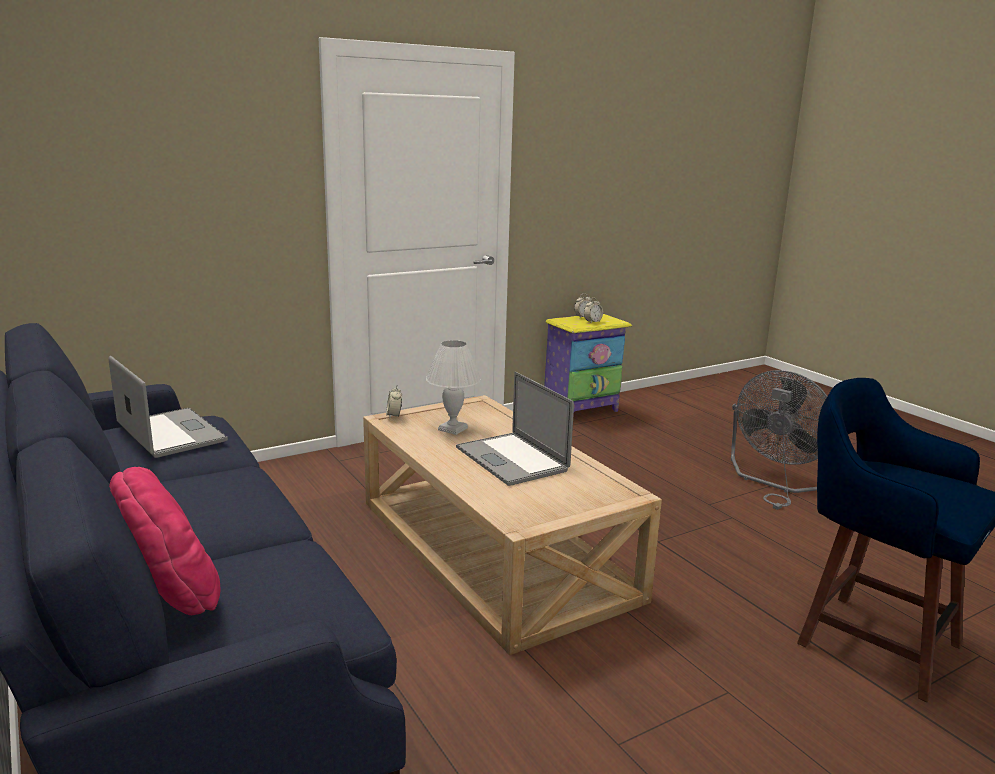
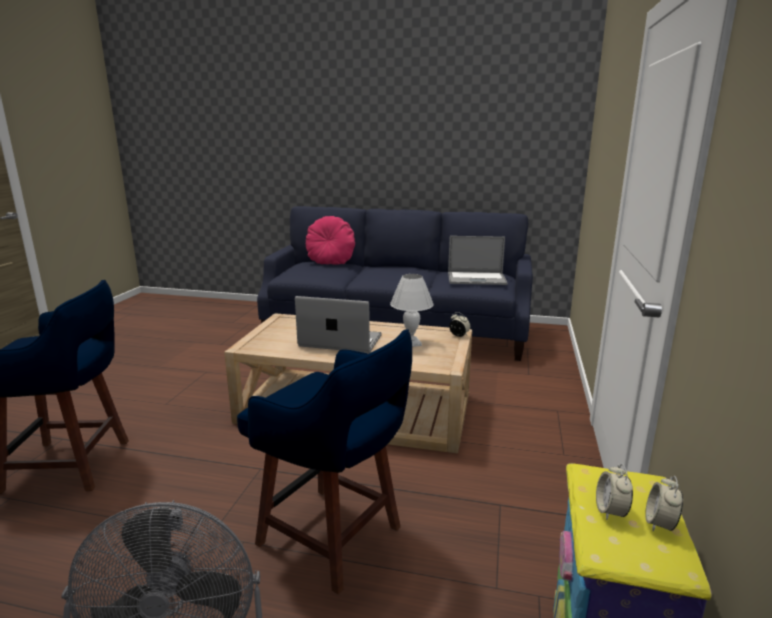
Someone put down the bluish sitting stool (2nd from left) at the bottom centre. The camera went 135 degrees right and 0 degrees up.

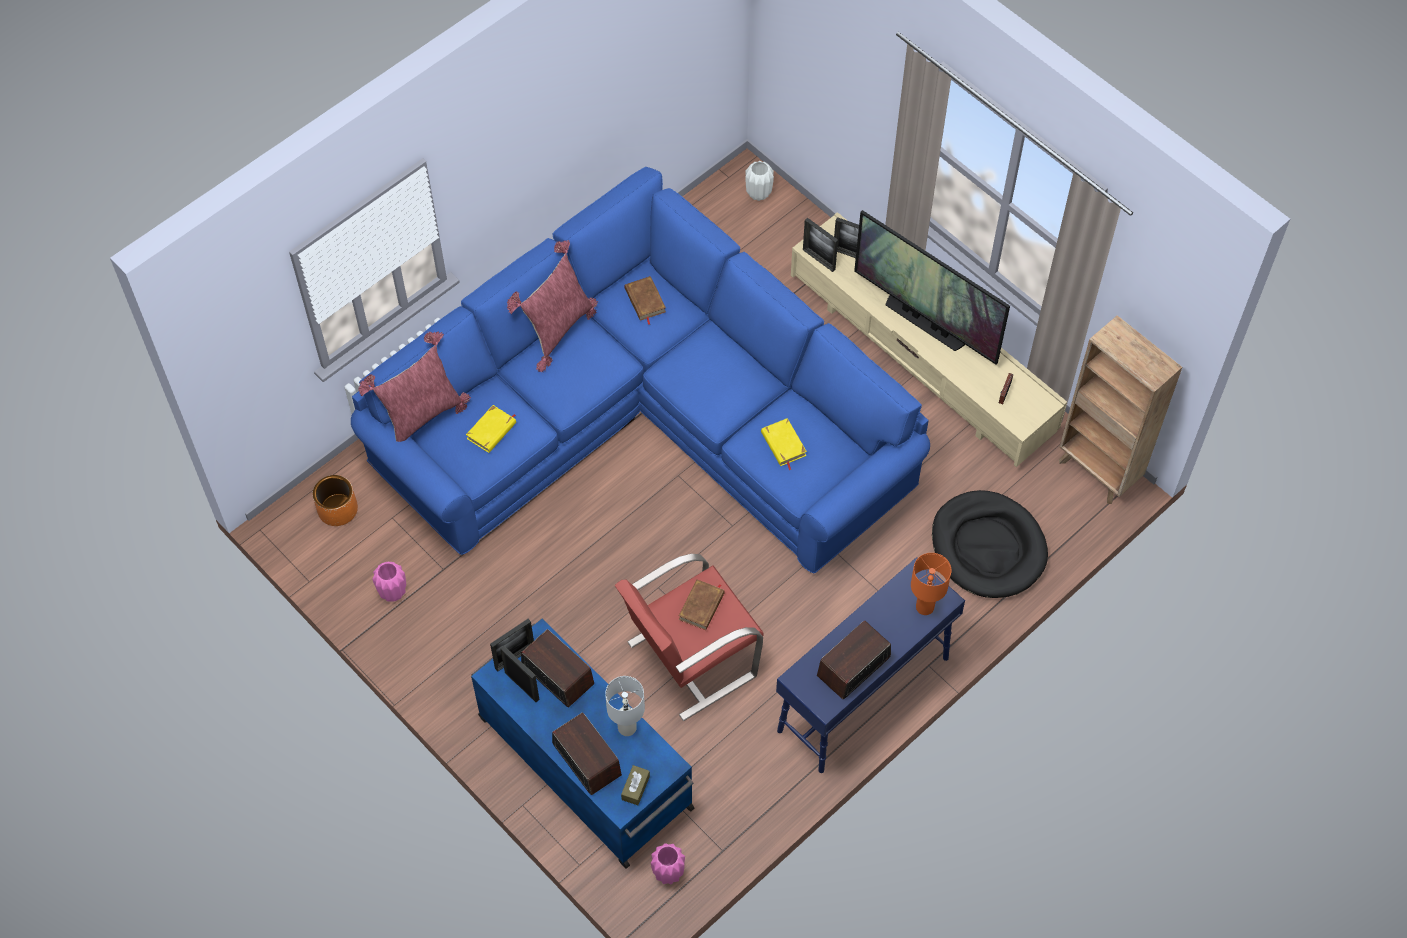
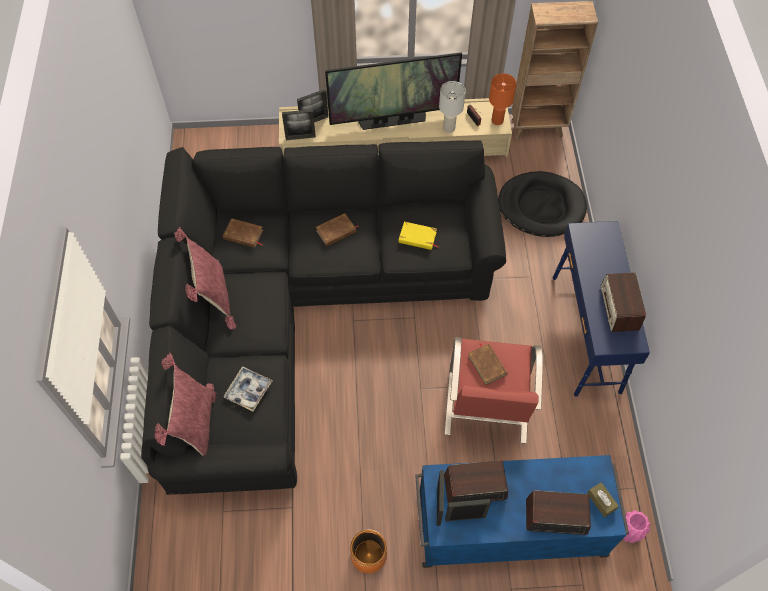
Someone repainted the bluish sofa at the centre, which became the black-coloured sofa at the centre. Someone swapped the yellowish book (1st from left) at the centre for the tray at the middle left. Someone put down the brownish book (2nd from left) at the centre. Someone carried the orangey planter from the middle left to the bottom centre. Someone carried the white table lamp from the bottom centre to the top centre. Someone carried the orangey table lamp from the centre to the top centre. Someone took away the pink-coloured vase (1st from left) at the middle left. Someone took away the white vase at the top centre. The camera went 50 degrees left and 0 degrees up.

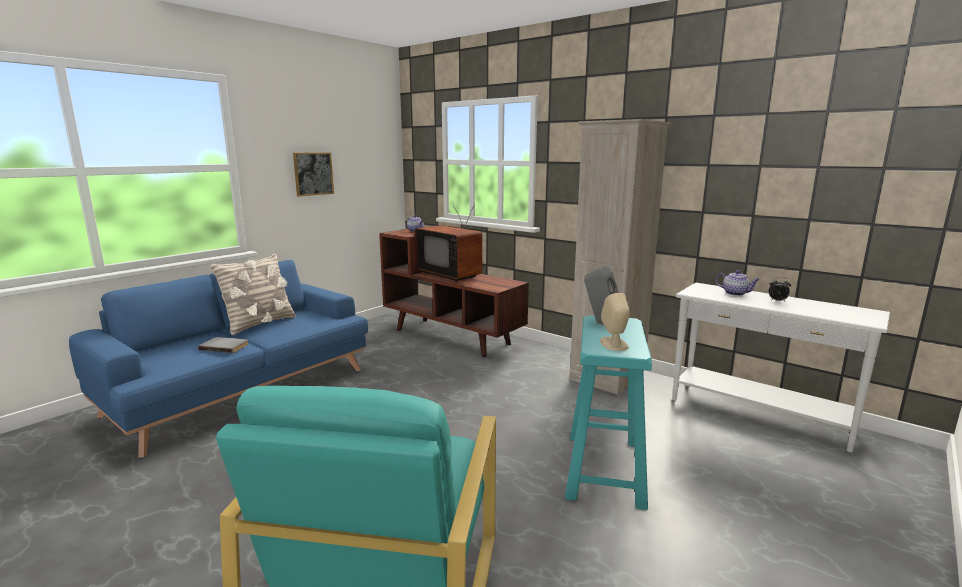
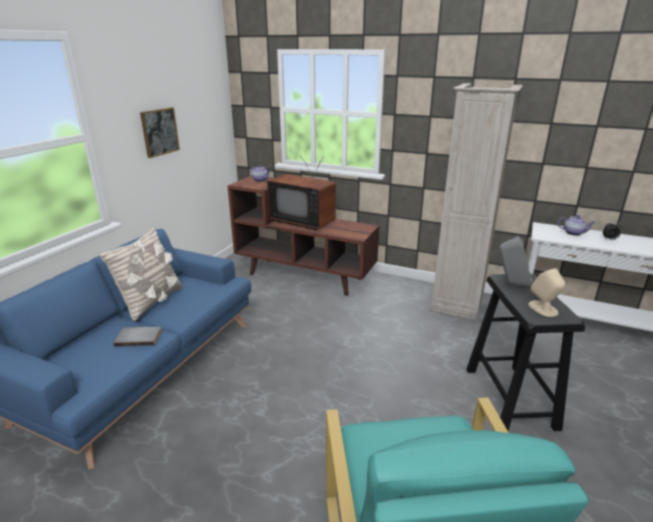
Someone repainted the turquoise-coloured sitting stool at the bottom centre, which became the black-coloured sitting stool at the bottom right. The camera went 15 degrees left and 10 degrees up.

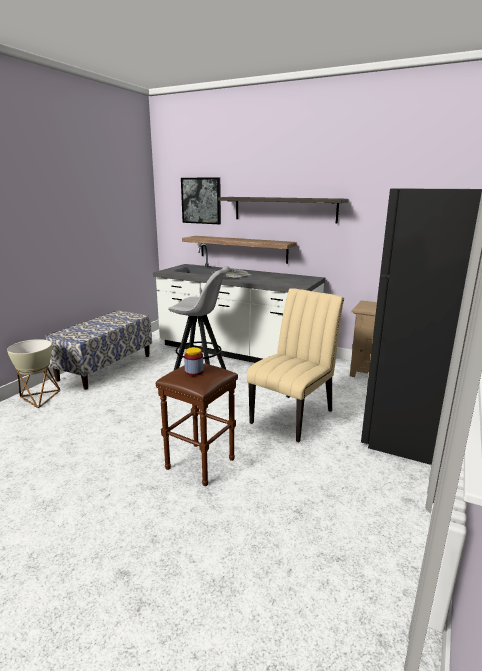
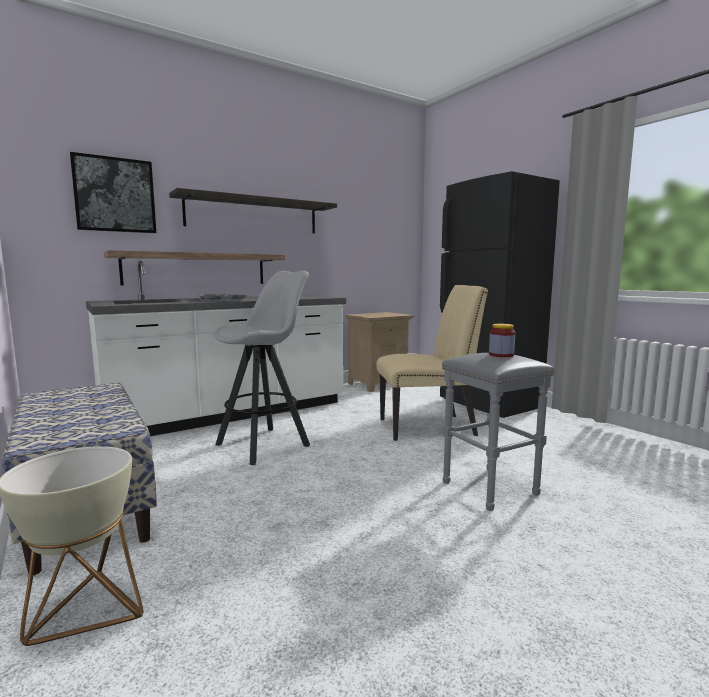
Someone rotated the sand-coloured chair at the centre by 105 degrees clockwise. Someone repainted the brownish sitting stool at the centre, which became the grey sitting stool (2nd from left) at the middle right. The camera went 60 degrees left and 10 degrees down.

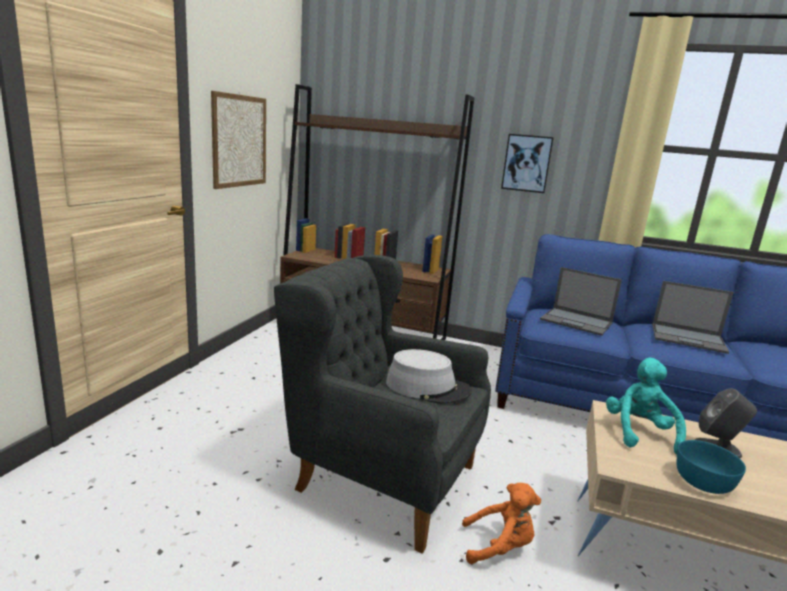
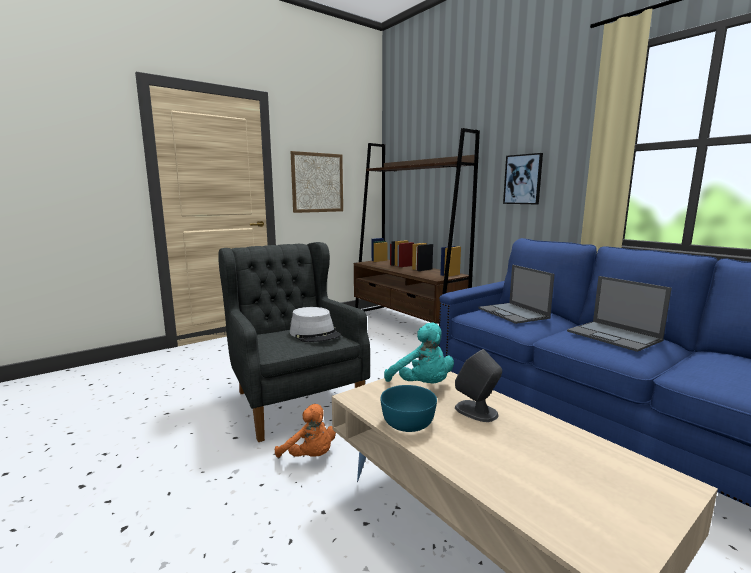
Someone rotated the turquoise-coloured cuddly toy at the bottom right by 105 degrees clockwise. The camera went 35 degrees right and 5 degrees down.

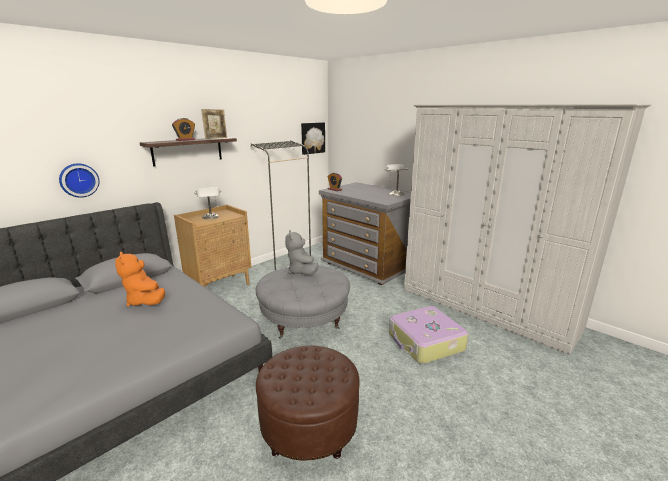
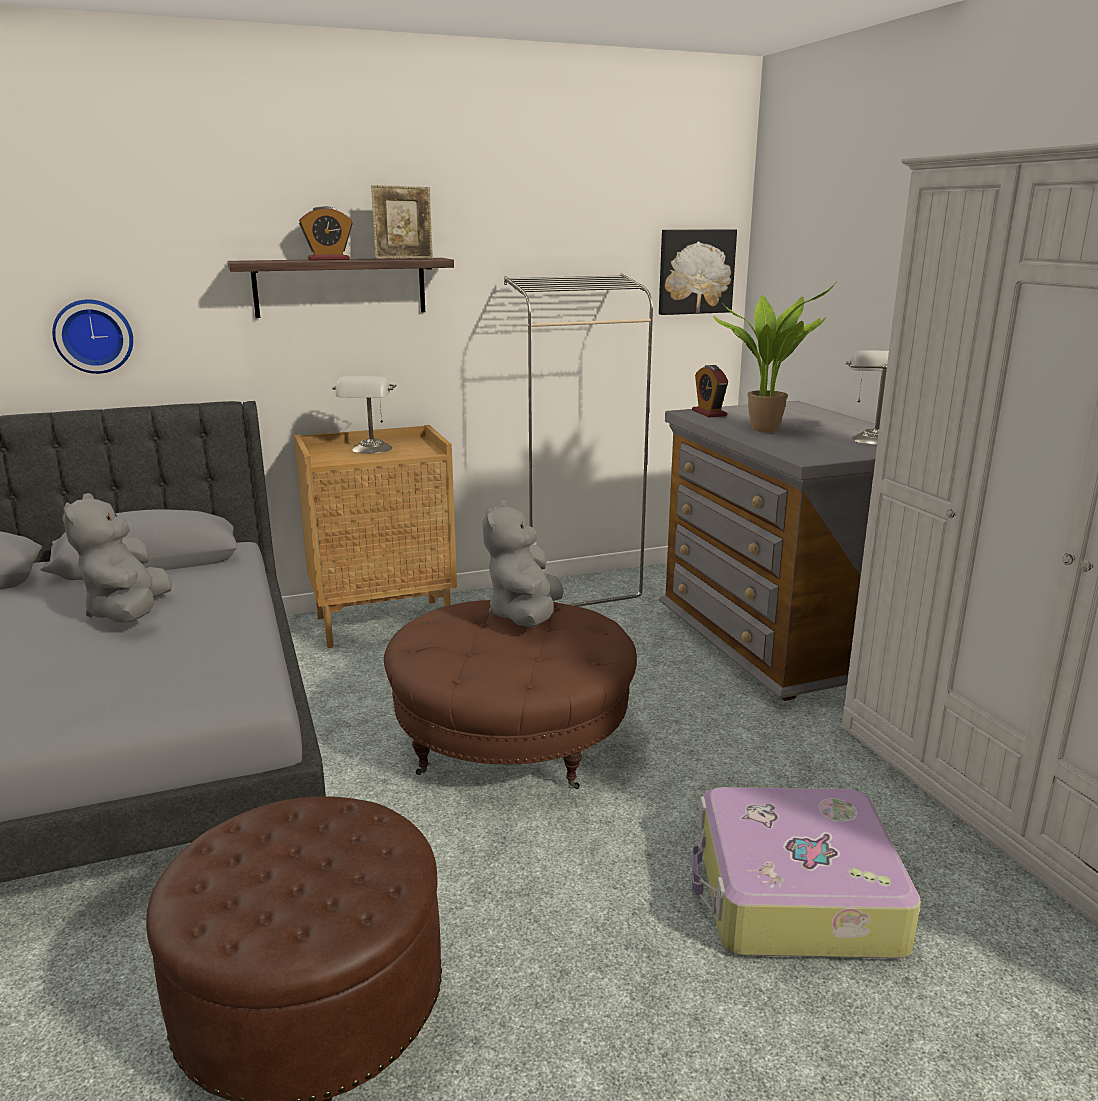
Someone repainted the orangey cuddly toy at the middle left, which became the grey cuddly toy (1st from left) at the middle left. Someone repainted the grey footrest at the centre, which became the brownish footrest (2nd from left) at the centre. Someone put down the potted plant at the top right. The camera went 25 degrees right and 0 degrees up.

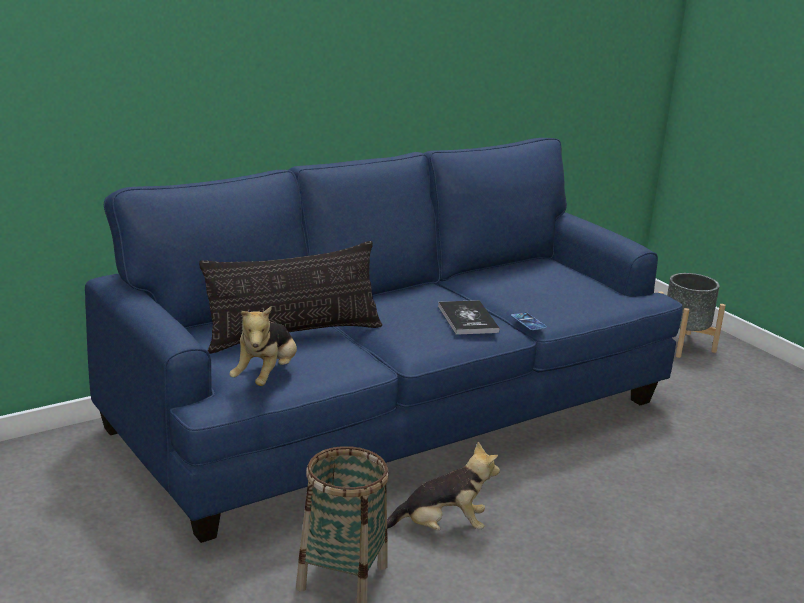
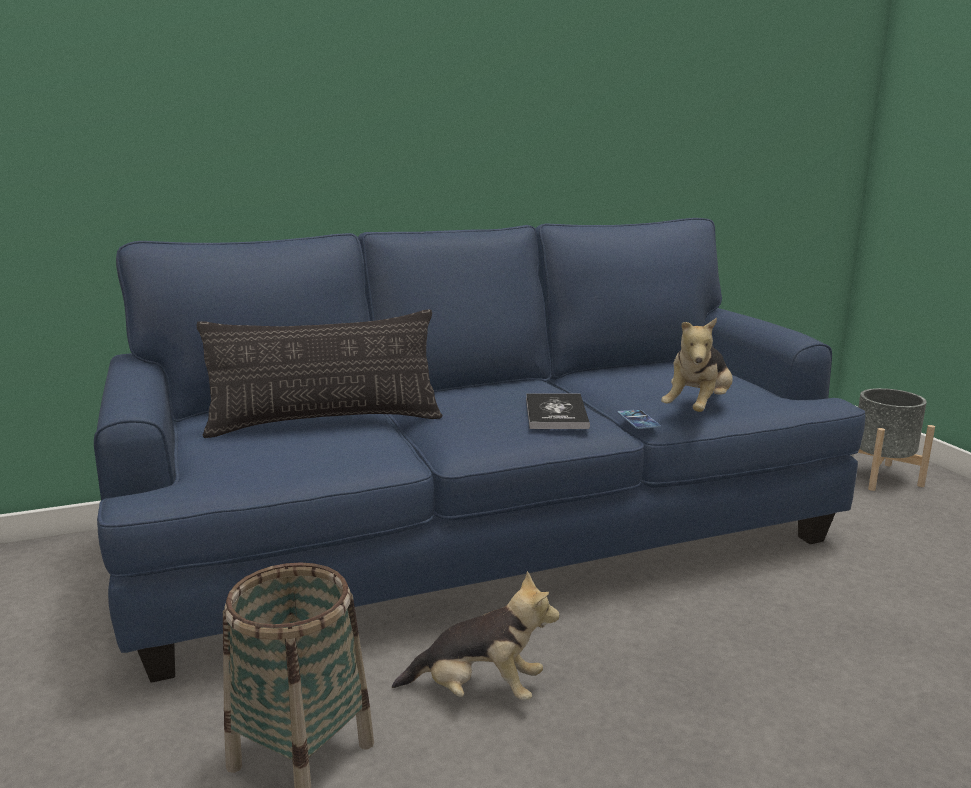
Someone carried the cuddly toy (1st from left in the first image) from the middle left to the middle right. The camera went 15 degrees right and 5 degrees down.

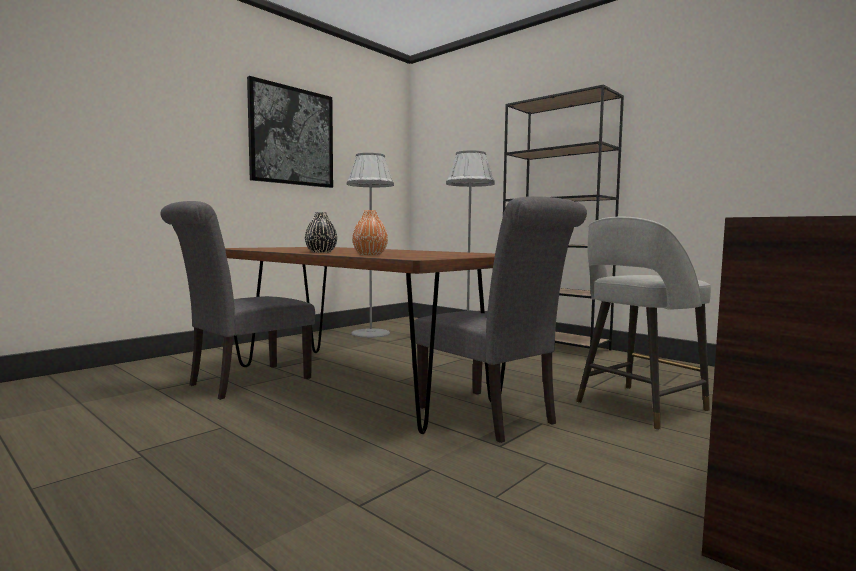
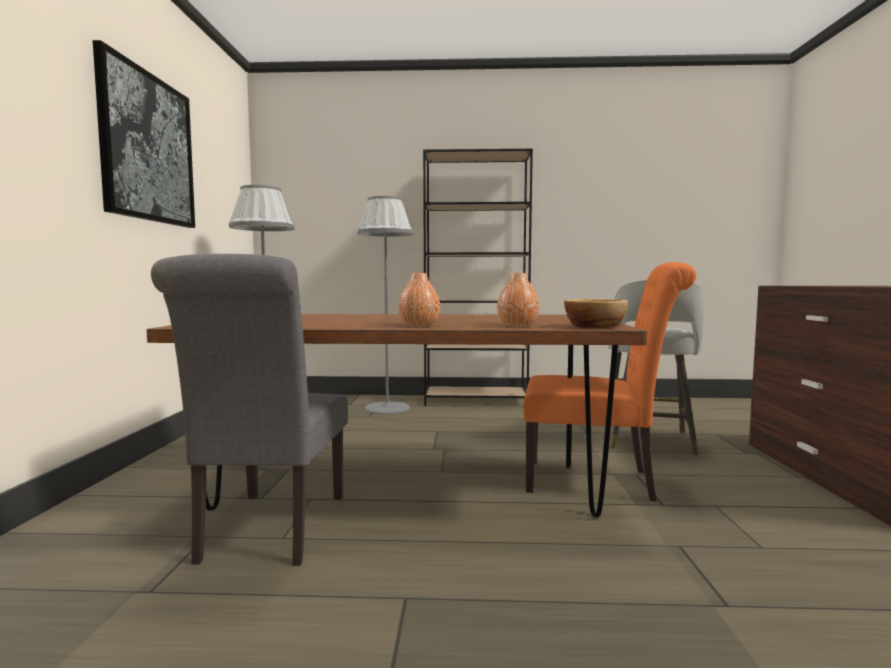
Someone repainted the black-coloured vase at the centre, which became the orangey vase (1st from left) at the centre. Someone repainted the grey chair (2nd from left) at the centre, which became the orangey chair at the middle right. Someone put down the bowl at the middle right. The camera went 40 degrees left and 0 degrees up.

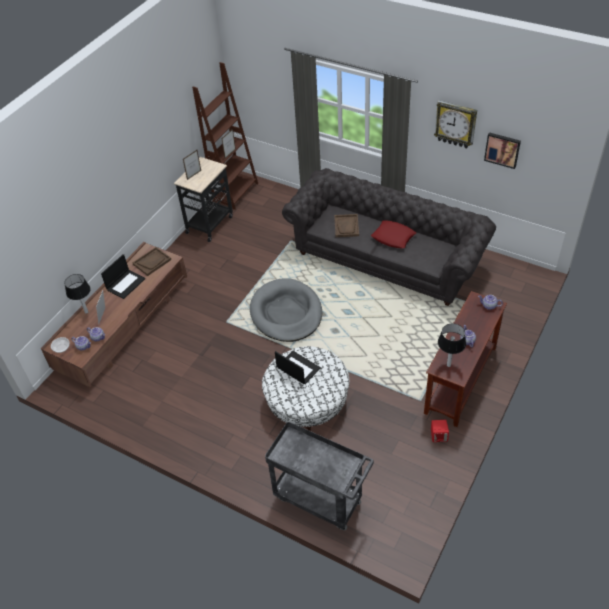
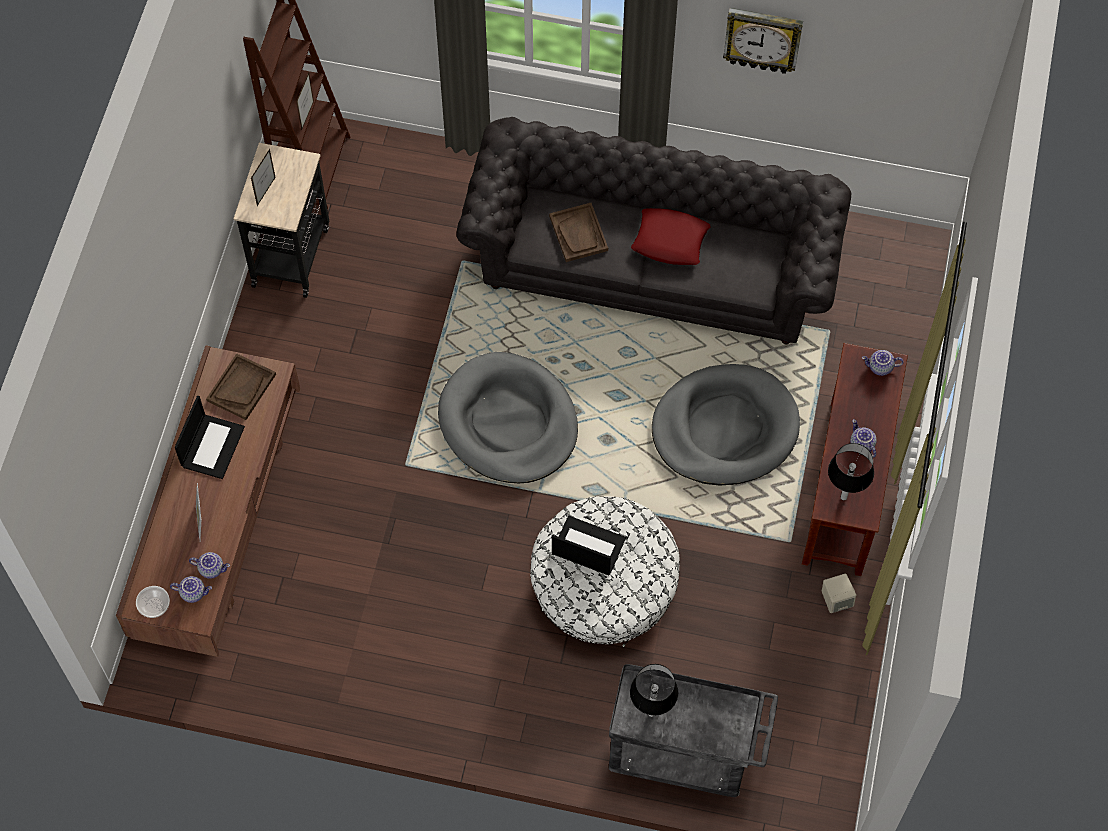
Someone carried the table lamp (1st from left) from the middle left to the bottom centre. Someone put down the grey pet bed (2nd from left) at the centre. Someone repainted the red audio speaker at the bottom right, which became the sand-coloured audio speaker at the bottom right. Someone took away the wall picture at the top right. The camera went 20 degrees left and 15 degrees up.

